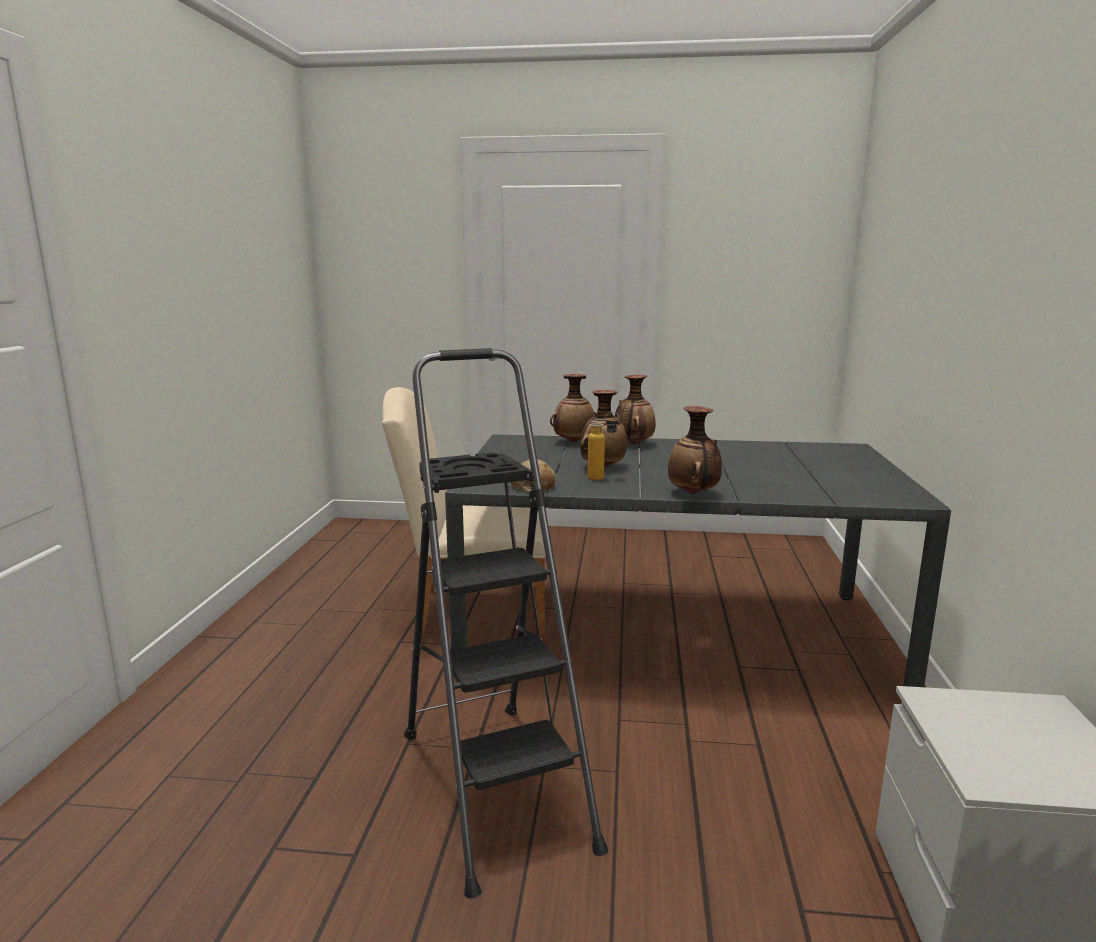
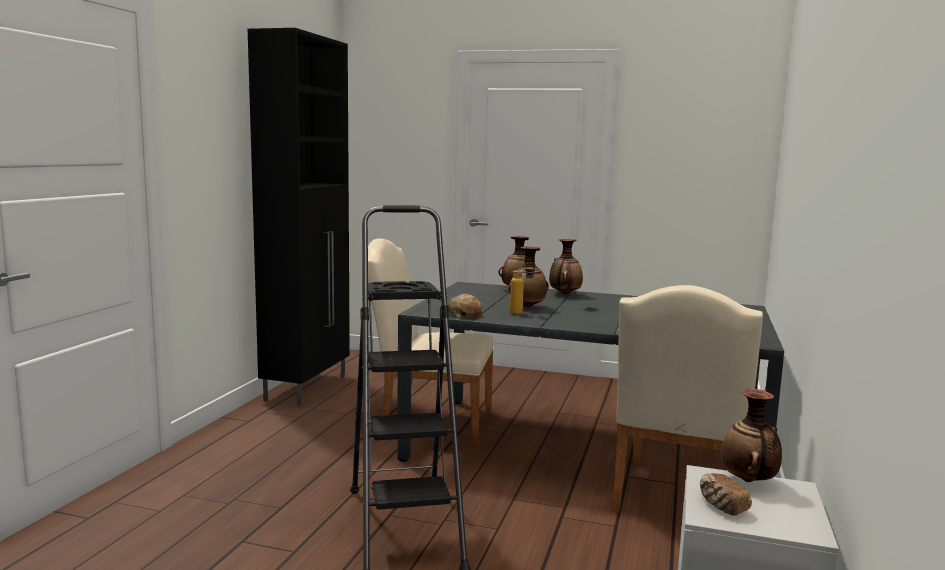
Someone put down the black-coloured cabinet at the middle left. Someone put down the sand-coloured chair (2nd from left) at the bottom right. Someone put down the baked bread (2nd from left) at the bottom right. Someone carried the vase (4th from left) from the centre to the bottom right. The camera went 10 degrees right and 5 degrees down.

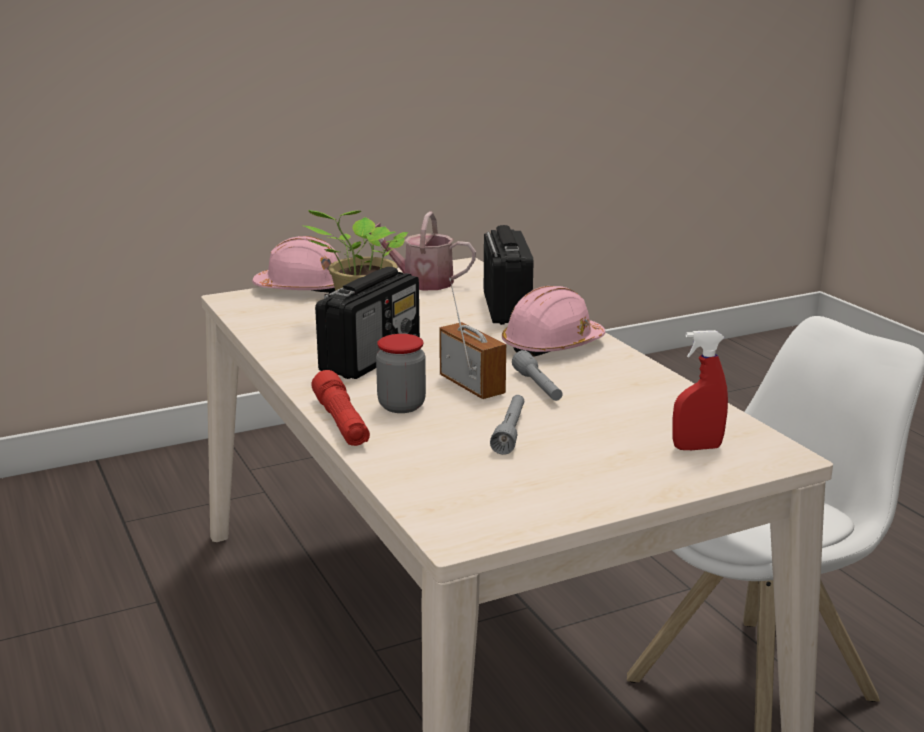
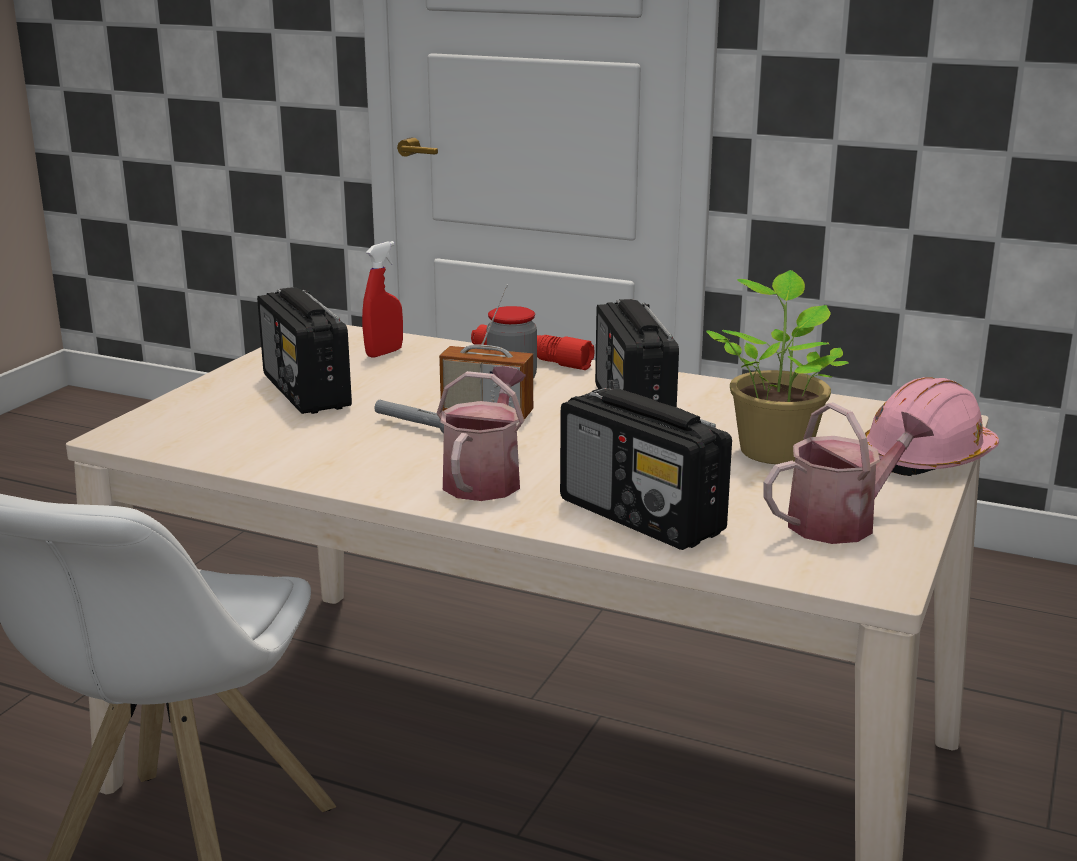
Someone put down the radio receiver (1st from left) at the middle left. Someone carried the red spray bottle from the middle right to the centre. Someone swapped the pink-coloured work helmet (2nd from left) at the centre for the watering can (1st from left) at the centre. Someone took away the grey torch (1st from left) at the centre. The camera went 140 degrees right and 0 degrees up.

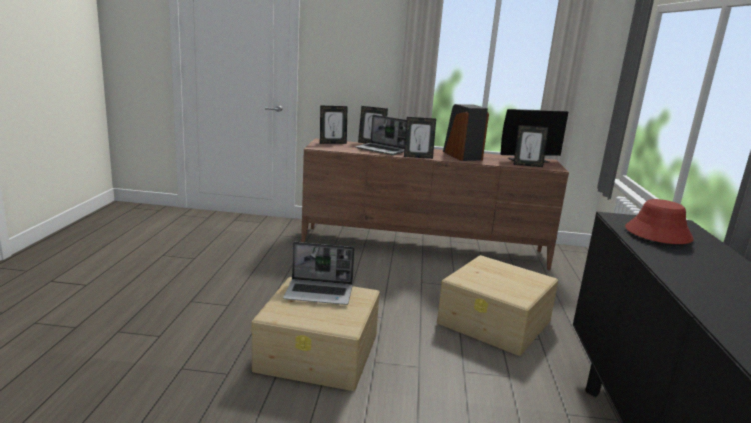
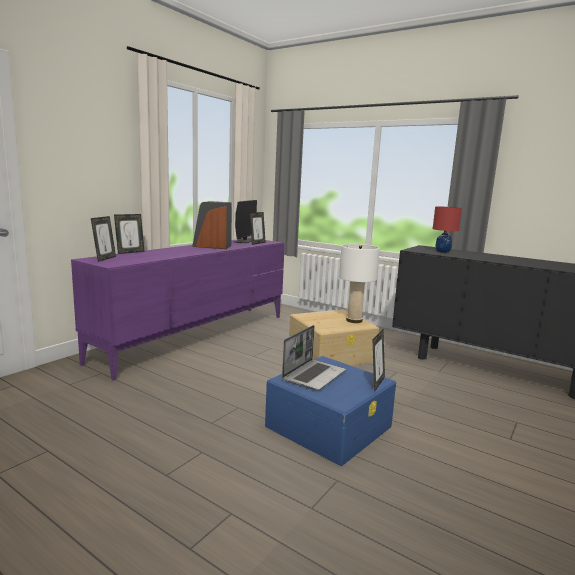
Someone repainted the brownish cabinet at the centre, which became the purplish cabinet at the middle left. Someone repainted the sand-coloured storage box (1st from left) at the bottom centre, which became the bluish storage box at the bottom centre. Someone put down the white table lamp at the centre. Someone carried the photo frame (3rd from left in the first image) from the top centre to the centre. Someone swapped the red hat at the middle right for the red table lamp at the middle right. Someone took away the notebook computer (2nd from left) at the top centre. The camera went 60 degrees left and 5 degrees down.

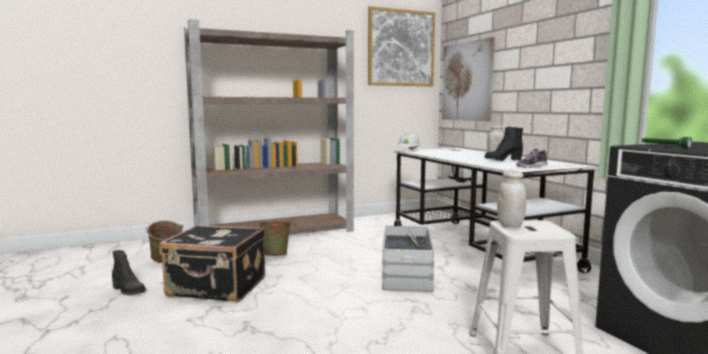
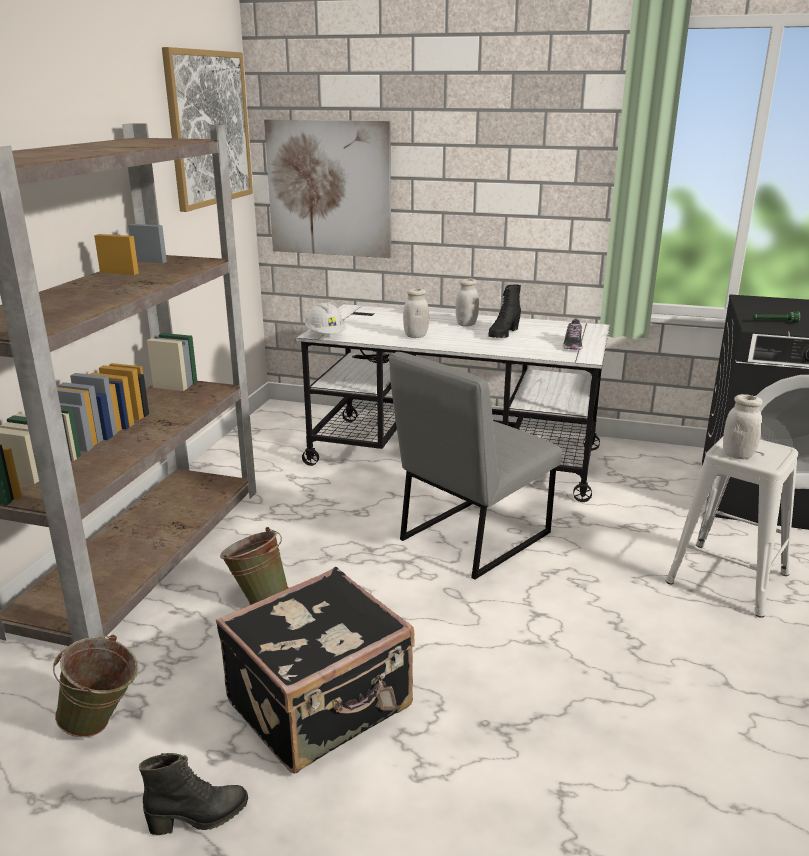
Someone swapped the grey storage box at the bottom centre for the grey chair at the centre. Someone put down the white jar (1st from left) at the centre. The camera went 50 degrees left and 15 degrees up.

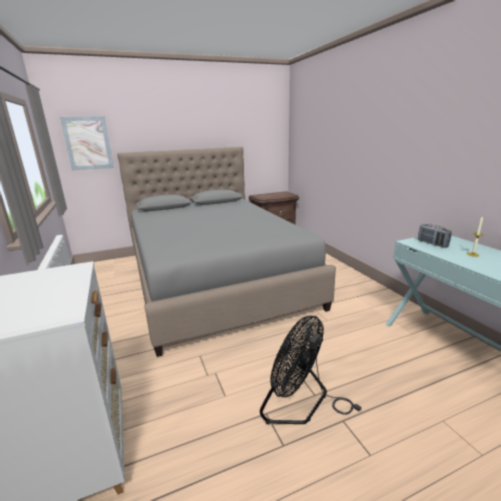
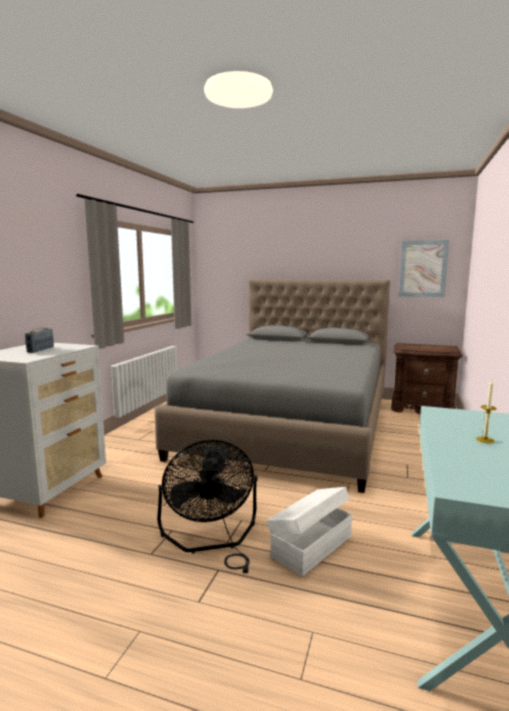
Someone carried the radio receiver from the middle right to the middle left. Someone put down the white storage box at the bottom centre. Someone carried the wall picture from the top left to the middle right. The camera went 40 degrees right and 10 degrees down.

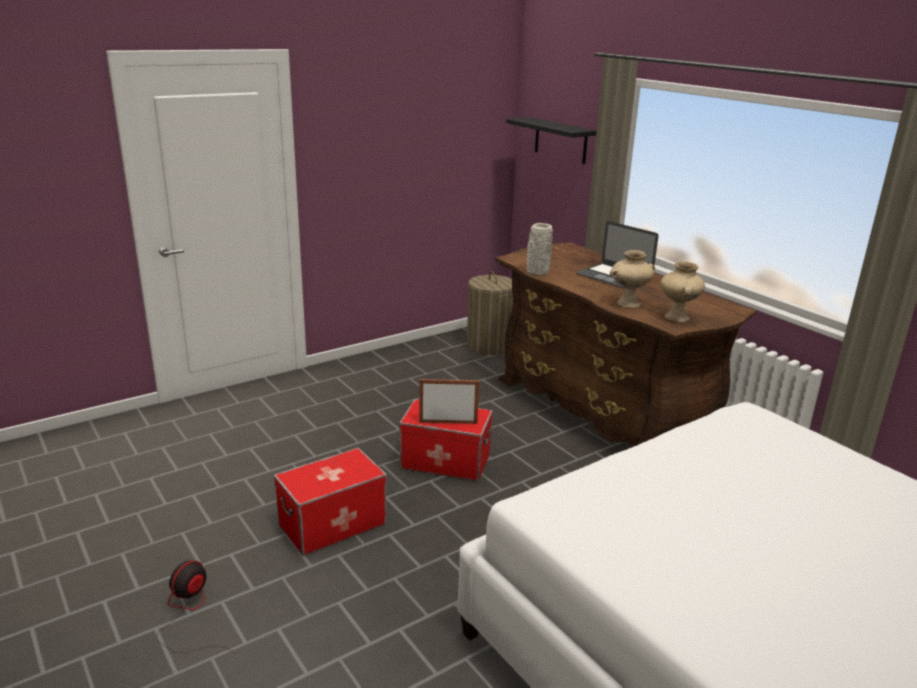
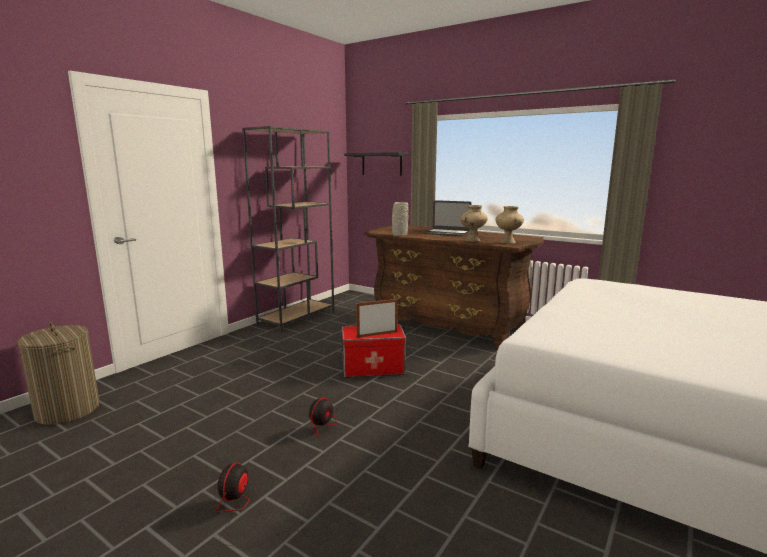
Someone carried the washing basket from the centre to the bottom left. Someone put down the bookshelf at the centre. Someone swapped the storage box (1st from left) at the bottom centre for the cooling fan (2nd from left) at the bottom centre. The camera went 20 degrees left and 10 degrees down.

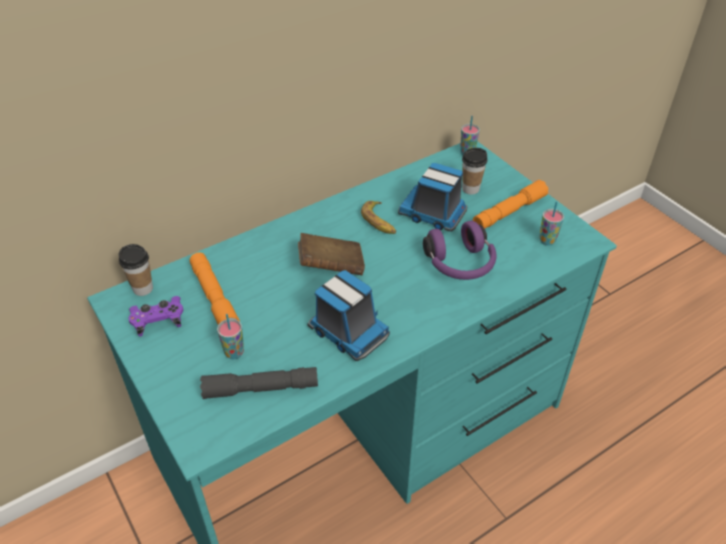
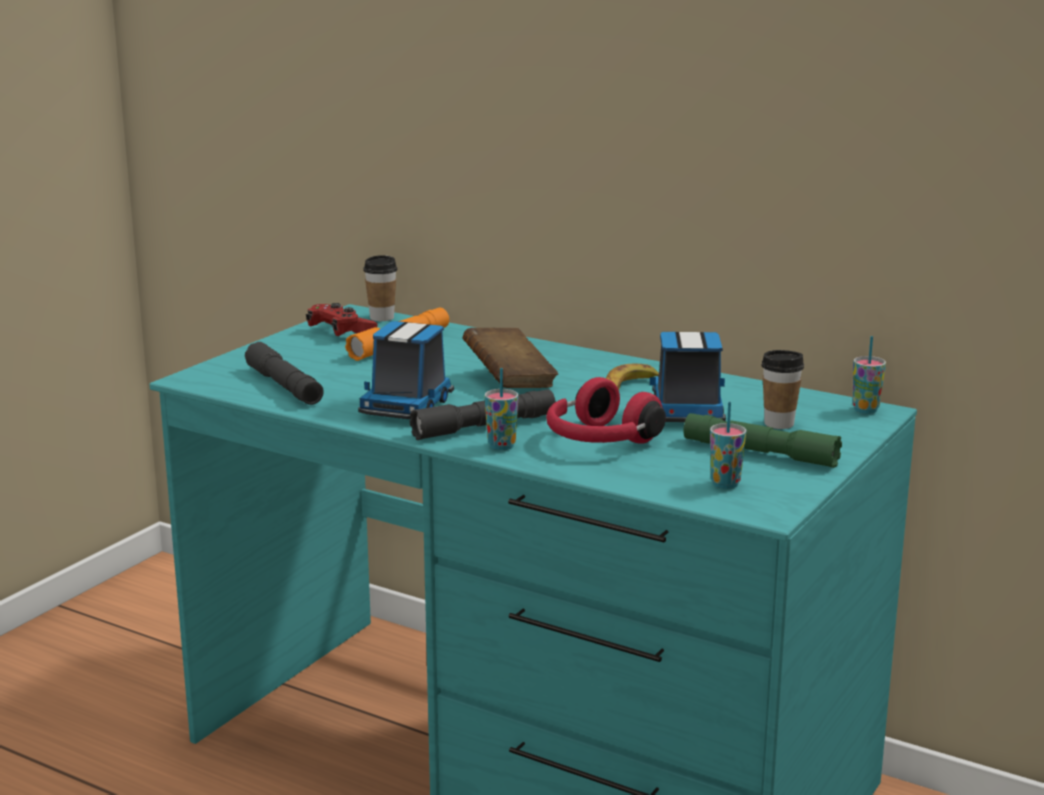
Someone repainted the purplish gamepad at the middle left, which became the red gamepad at the middle left. Someone put down the grey torch (2nd from left) at the centre. Someone carried the drinking cup (2nd from left) from the middle left to the centre. Someone repainted the purplish headset at the centre, which became the red headset at the centre. Someone repainted the orangey torch (2nd from left) at the middle right, which became the greenish torch at the middle right. The camera went 65 degrees right and 25 degrees down.

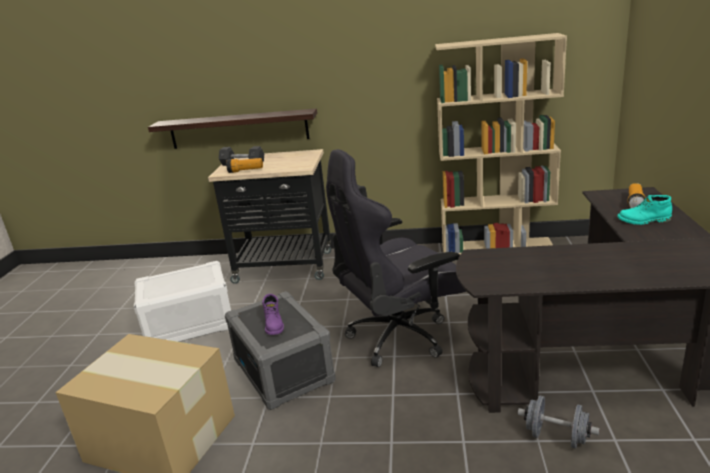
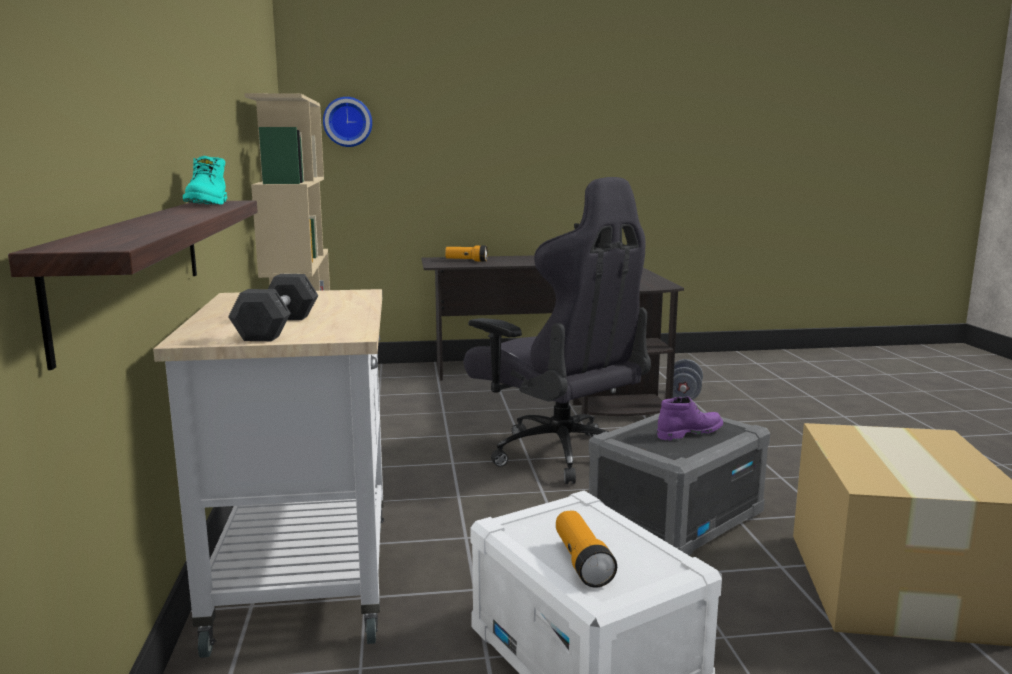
Someone repainted the black-coloured trolley at the centre, which became the white trolley at the bottom left. Someone carried the turquoise-coloured tall boot from the middle right to the top left. Someone put up the clock on the wall at the top centre. Someone carried the torch (1st from left in the first image) from the centre to the bottom centre. The camera went 105 degrees left and 10 degrees down.

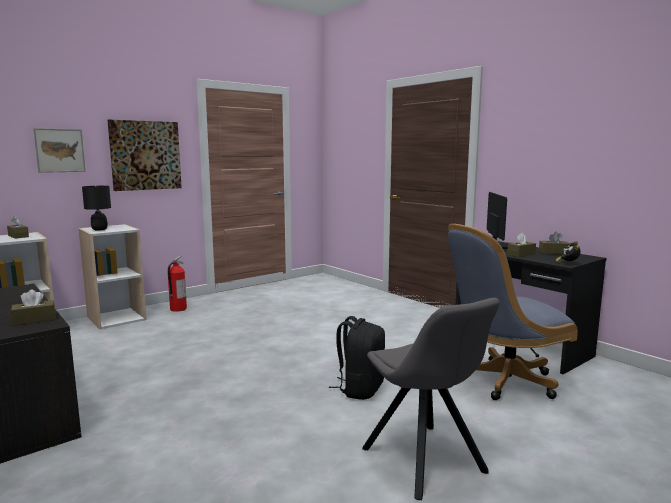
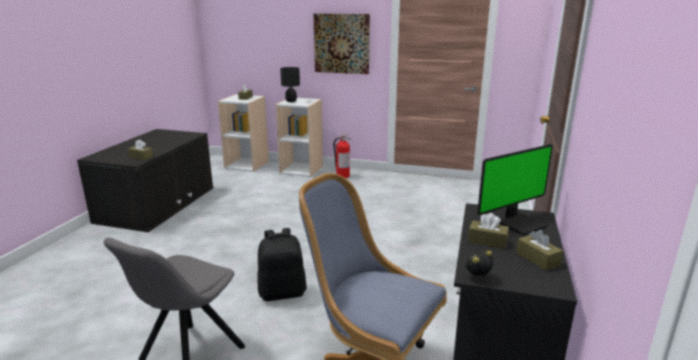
Someone took away the wall picture (1st from left) at the top left. The camera went 55 degrees right and 10 degrees up.

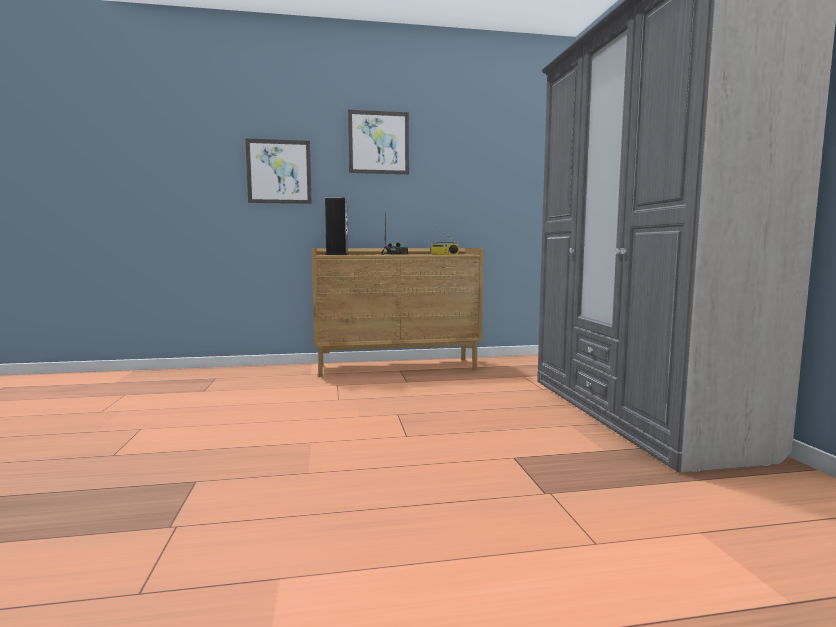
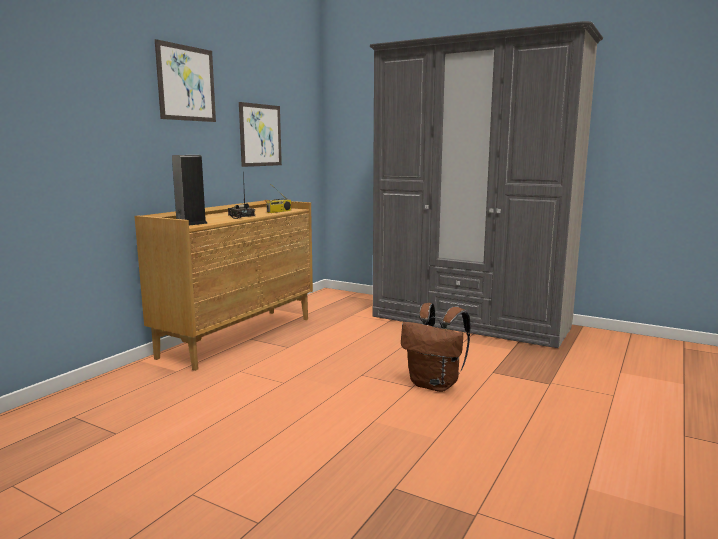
Someone carried the wall picture (1st from left in the first image) from the top left to the top centre. Someone put down the brownish rucksack at the centre. The camera went 50 degrees left and 5 degrees up.

